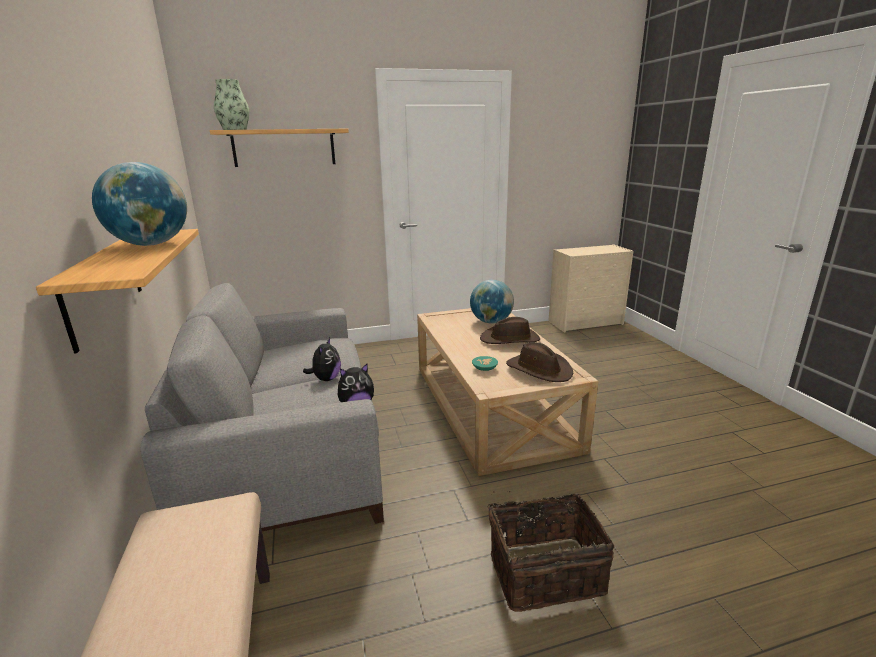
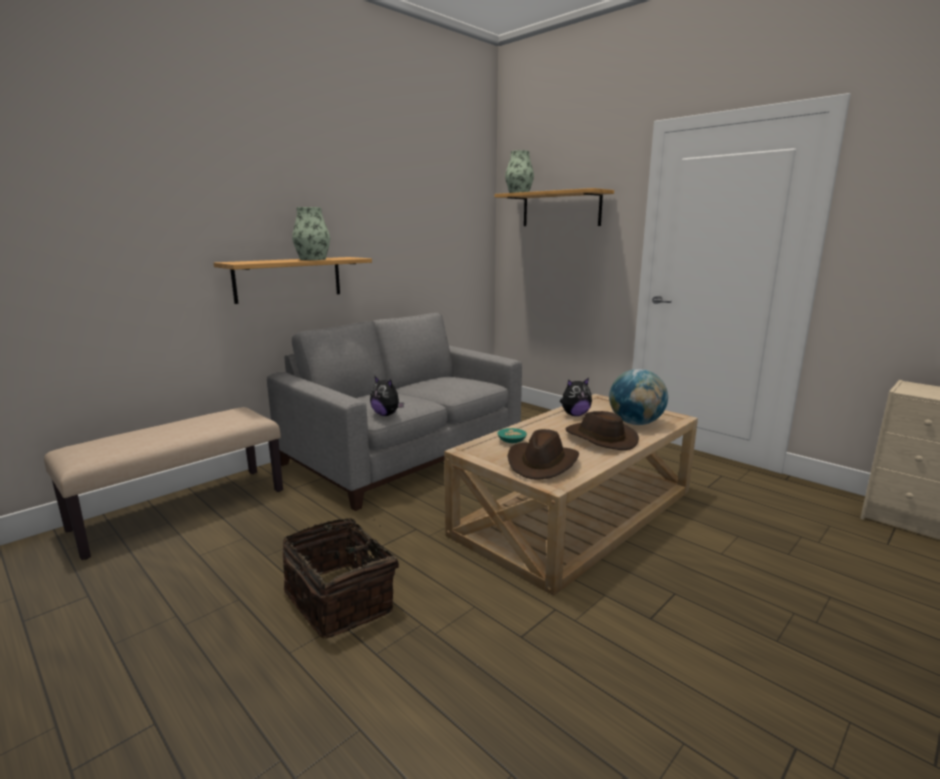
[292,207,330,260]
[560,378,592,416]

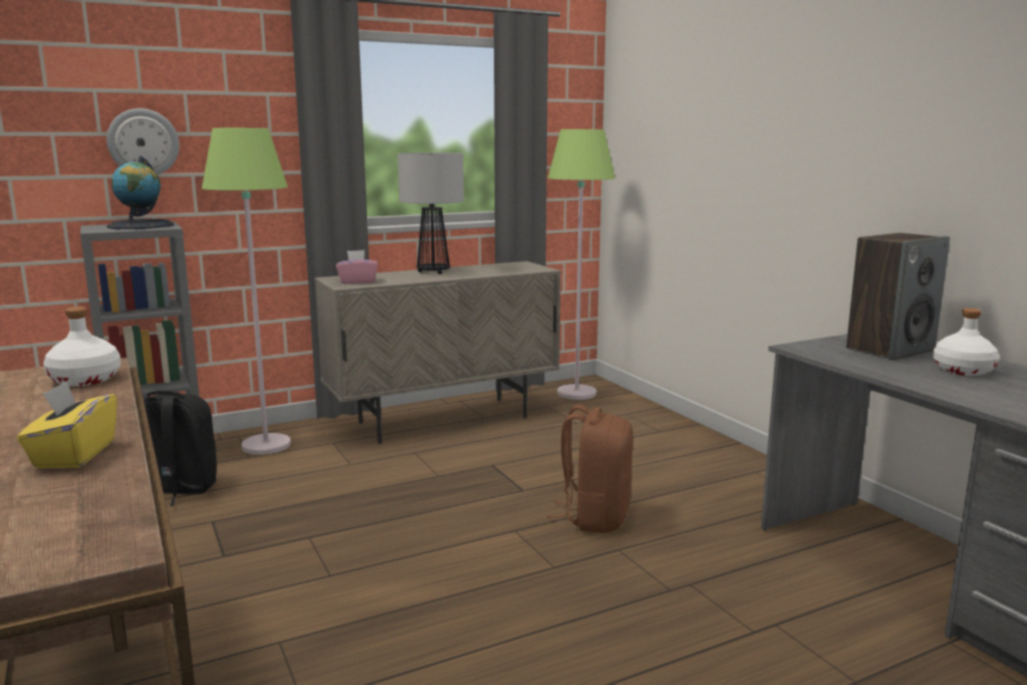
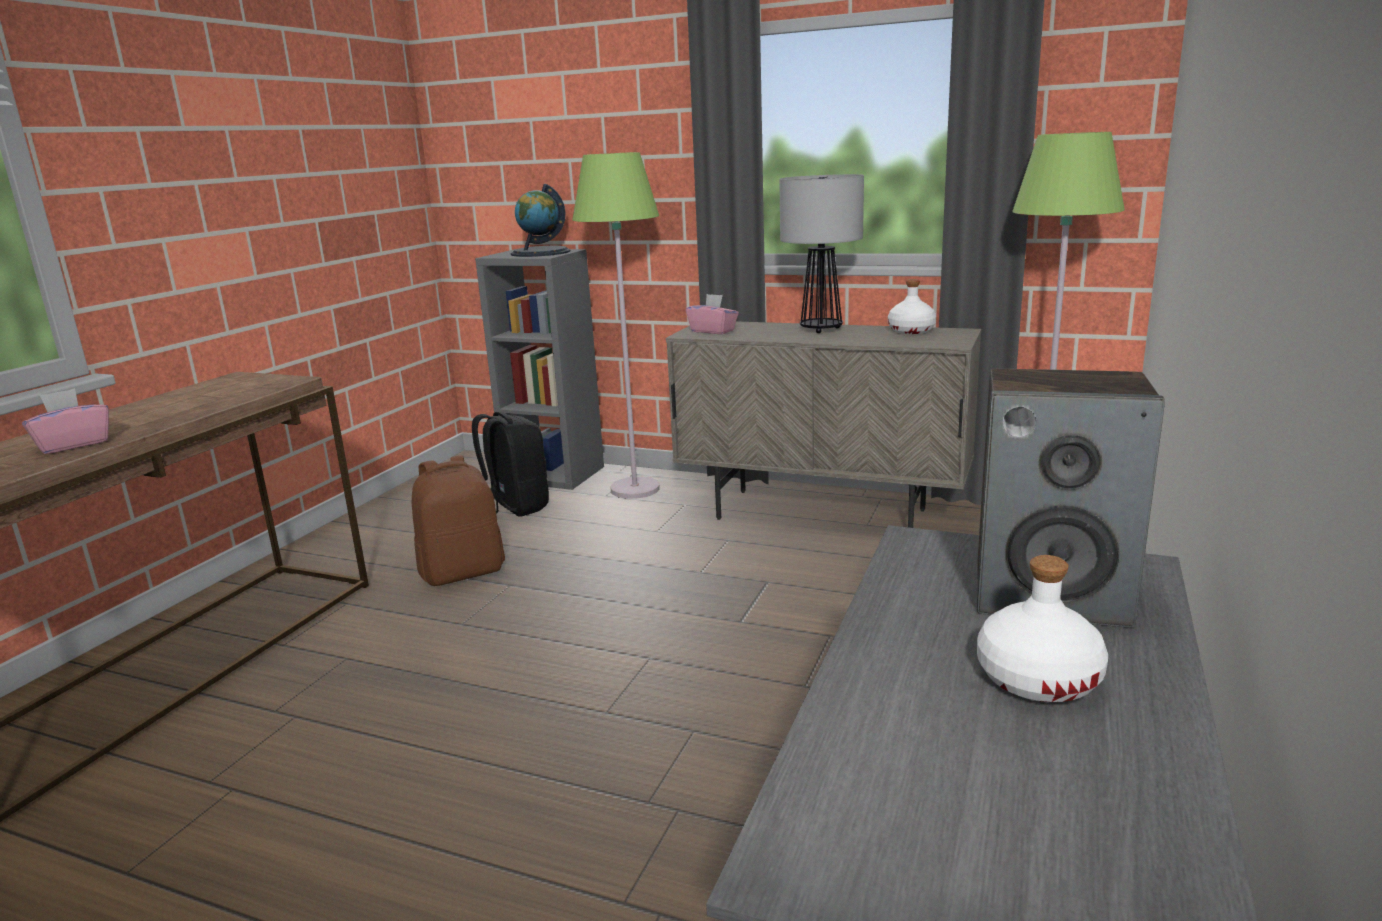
[22,388,109,454]
[888,279,936,334]
[107,108,179,175] (first image)
[412,455,505,586]

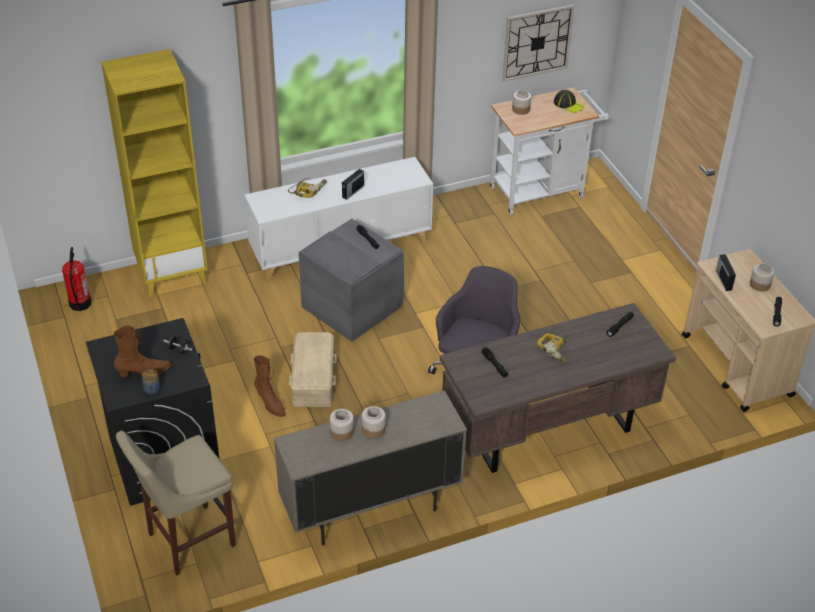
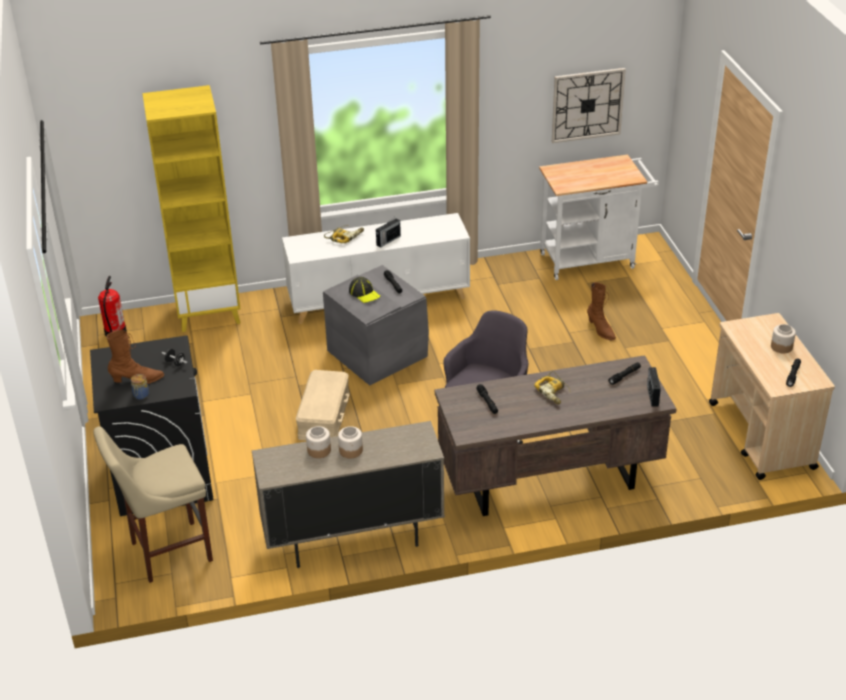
[587,282,616,341]
[512,90,531,115] (first image)
[349,277,380,303]
[647,367,661,407]

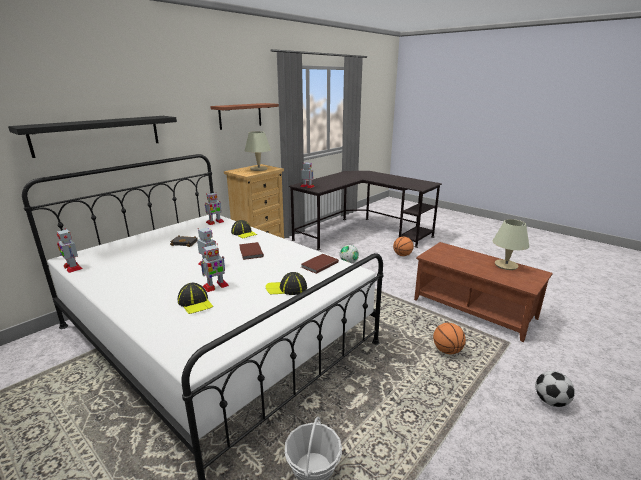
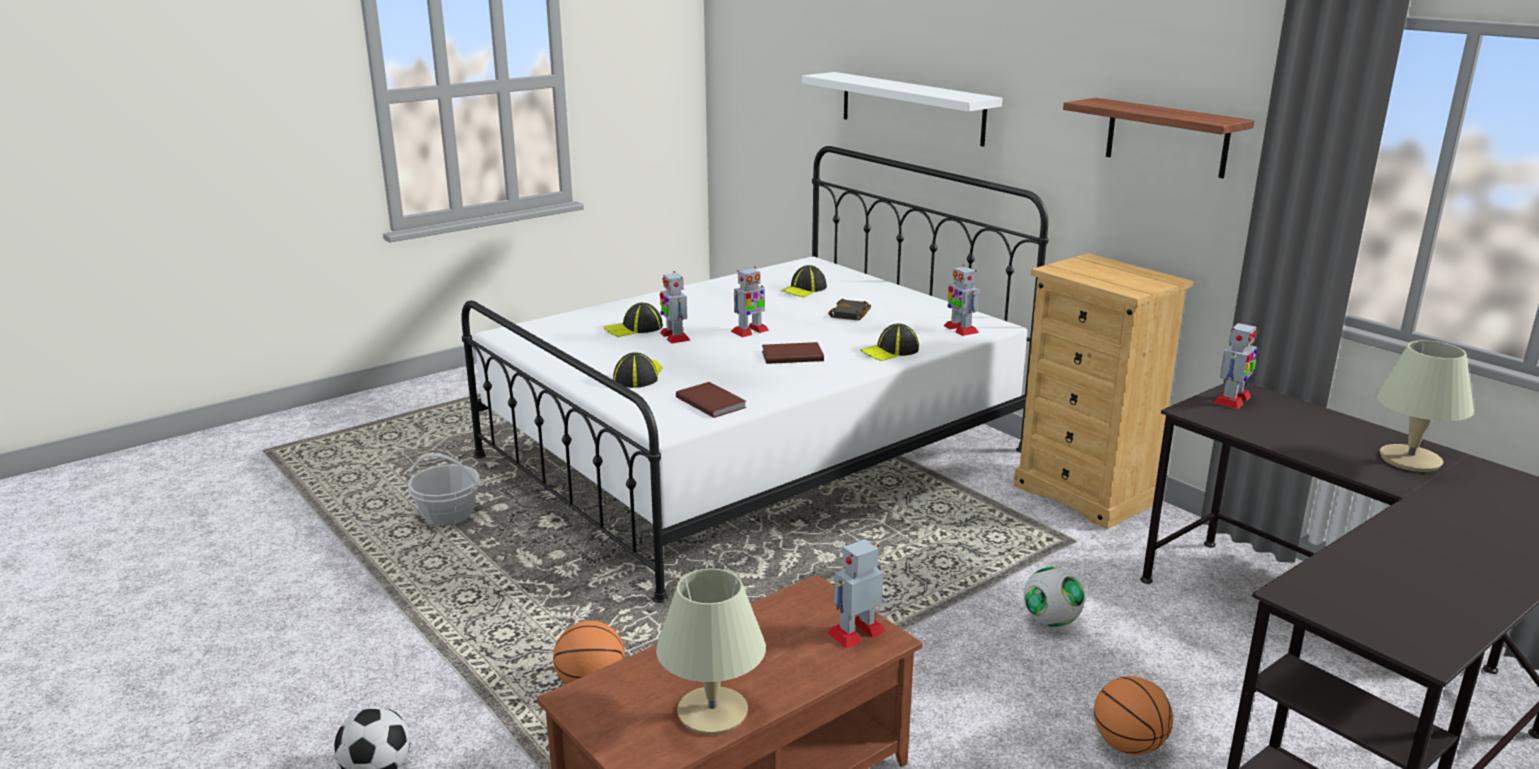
[802,72,1003,147]
[827,539,886,648]
[1376,340,1474,472]
[781,265,827,298]

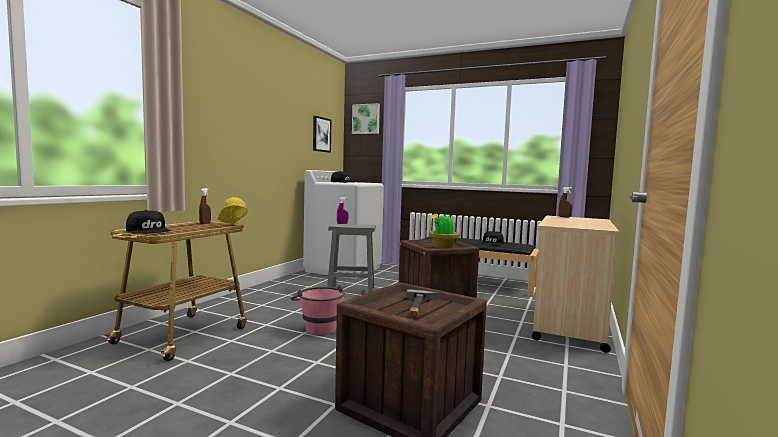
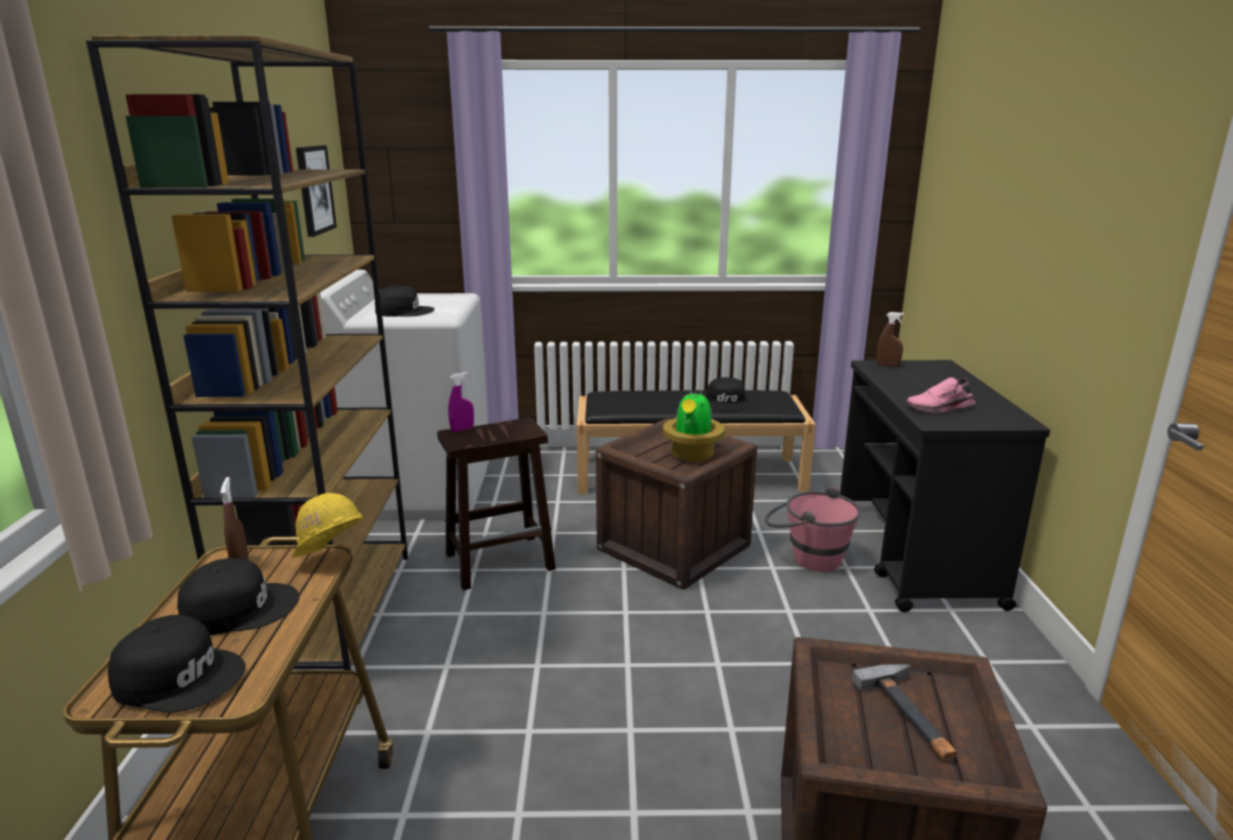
[765,485,861,572]
[437,417,556,590]
[352,103,380,134] (first image)
[840,360,1050,612]
[86,35,408,670]
[177,558,299,635]
[907,377,975,413]

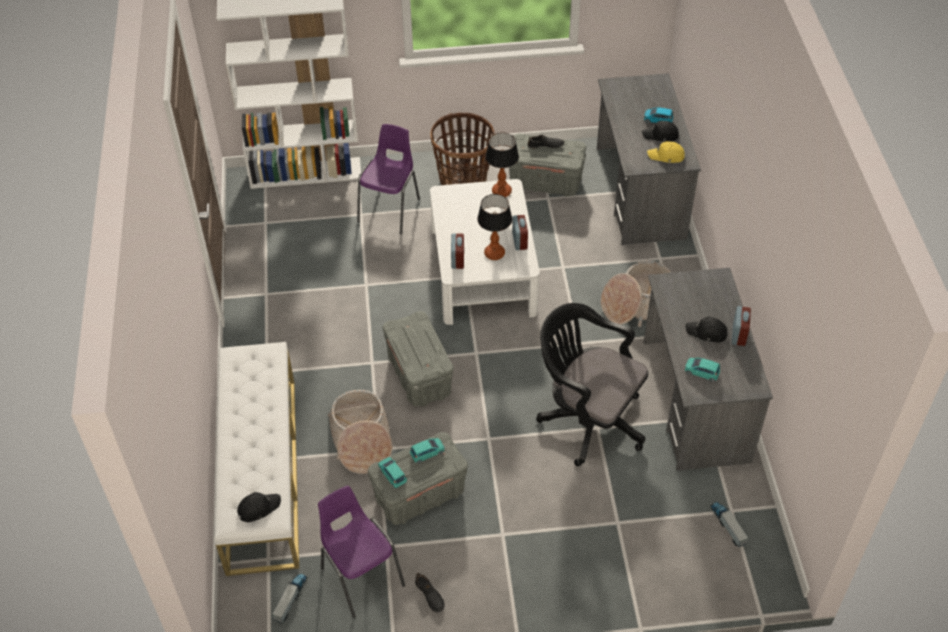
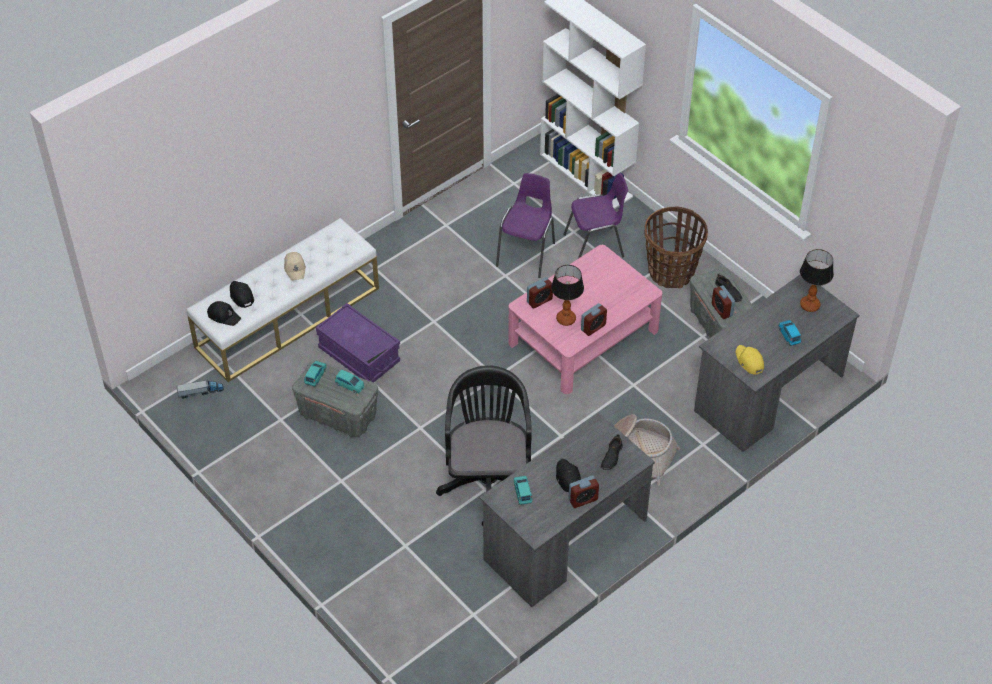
[496,173,555,278]
[316,303,400,382]
[383,311,454,407] (first image)
[601,434,623,470]
[508,245,662,394]
[800,249,834,312]
[230,281,254,308]
[710,502,749,548] (first image)
[284,252,306,281]
[712,285,735,319]

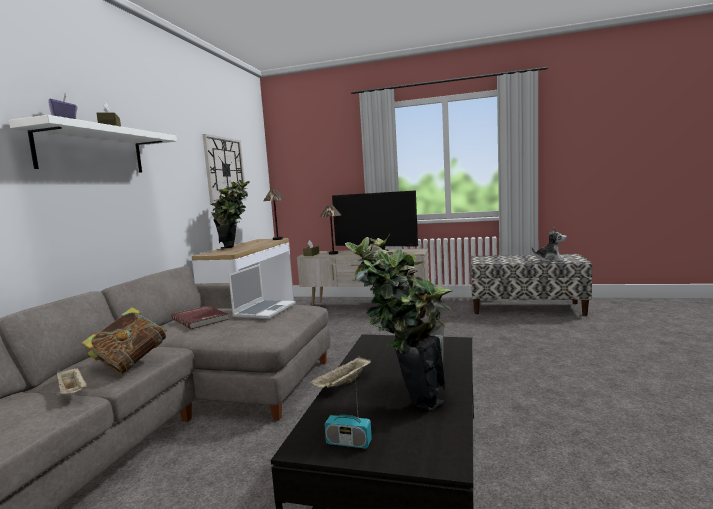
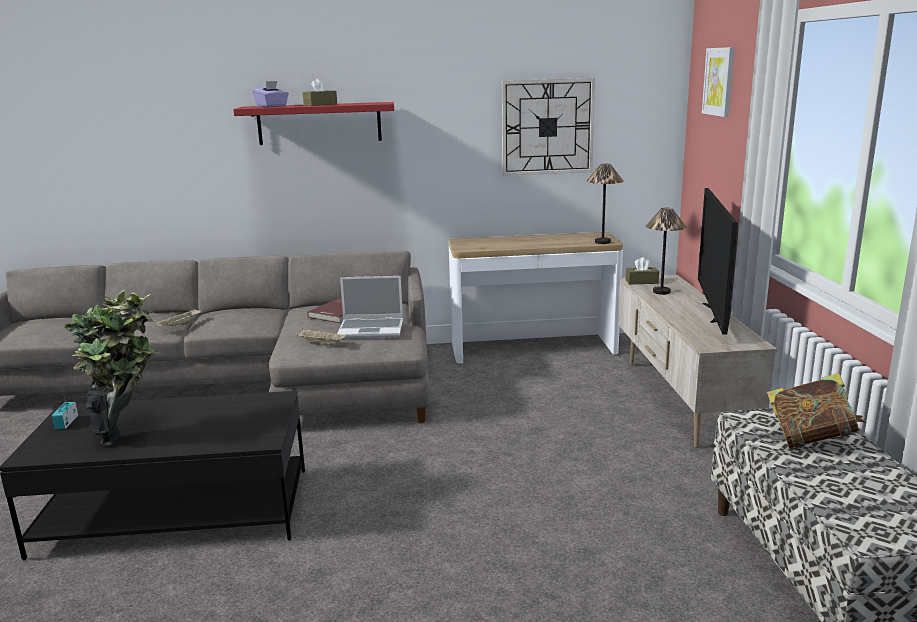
[233,102,394,145]
[767,373,865,448]
[210,180,250,249] (first image)
[296,329,347,346]
[532,227,567,262] (first image)
[702,47,735,117]

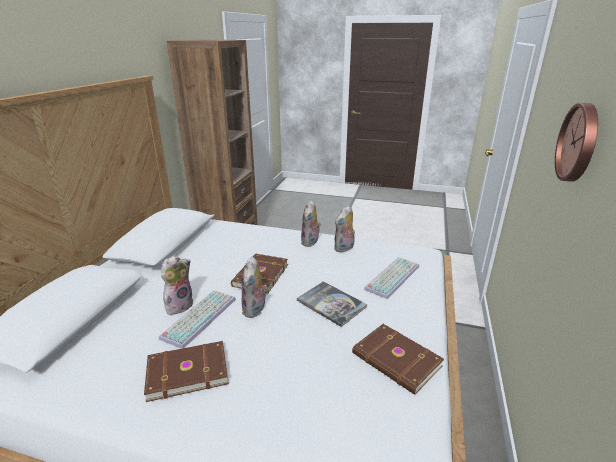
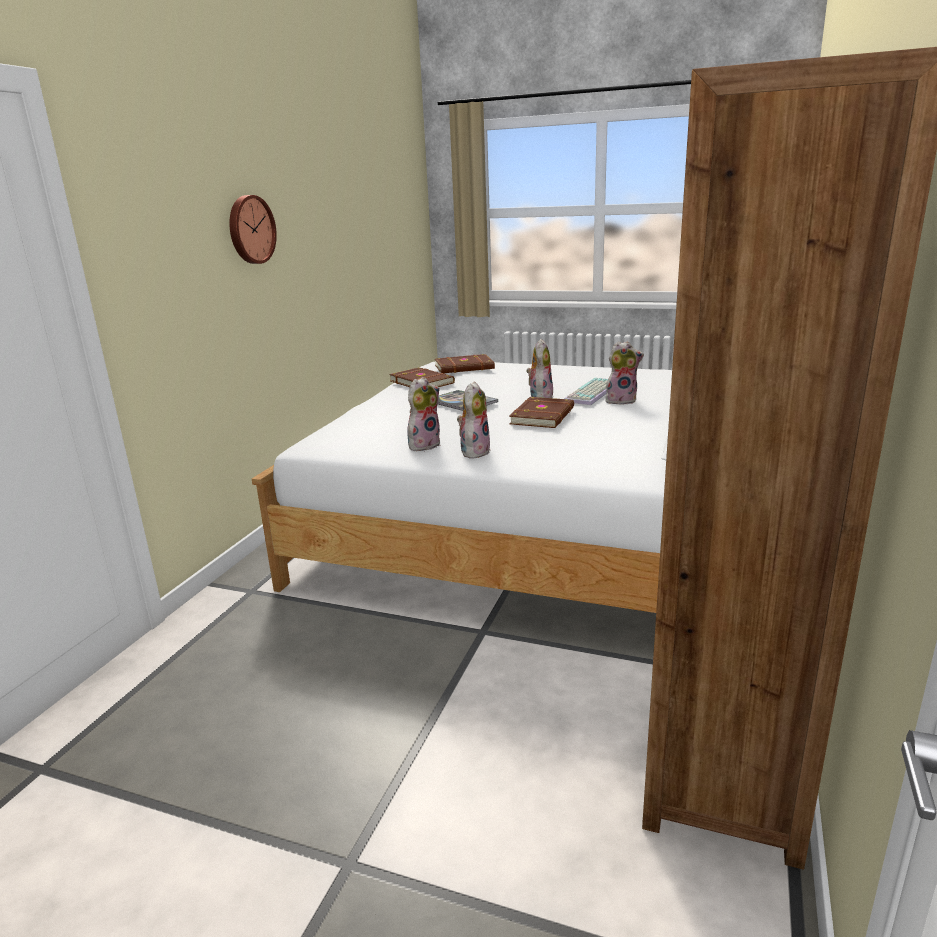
[435,354,495,373]
[606,342,644,405]
[364,257,419,299] (first image)

